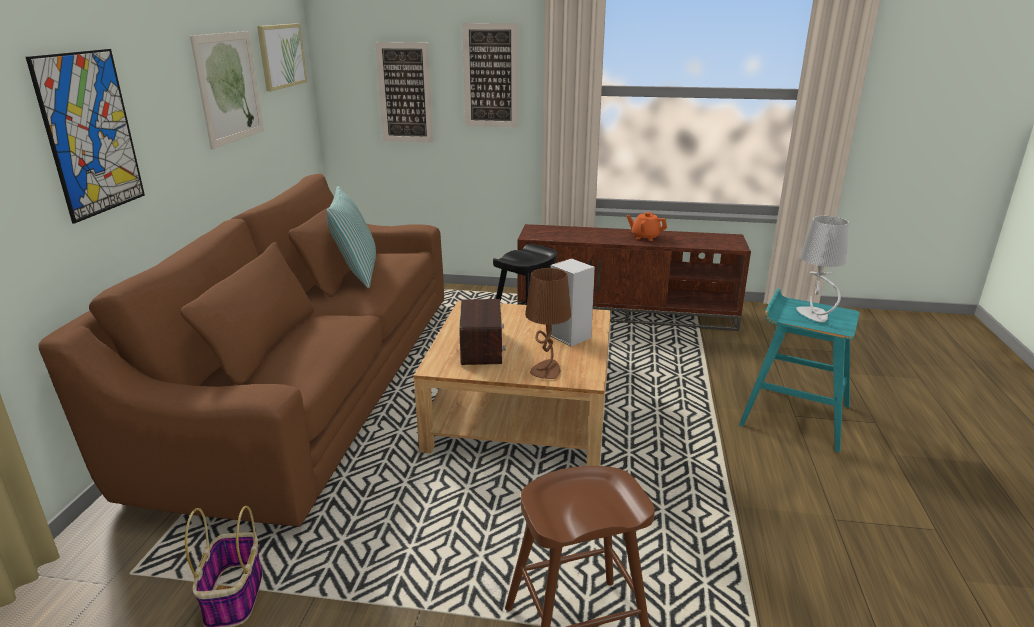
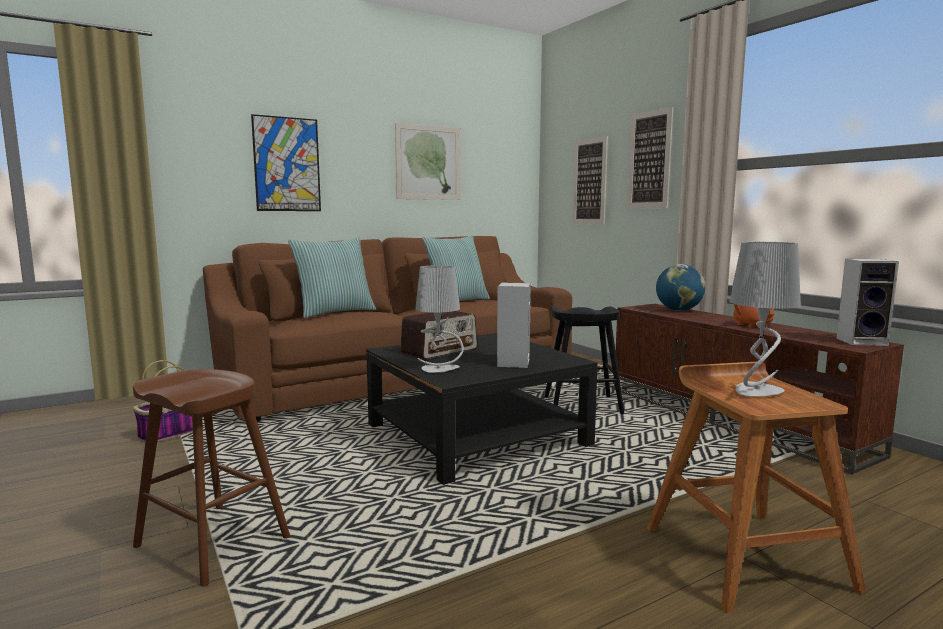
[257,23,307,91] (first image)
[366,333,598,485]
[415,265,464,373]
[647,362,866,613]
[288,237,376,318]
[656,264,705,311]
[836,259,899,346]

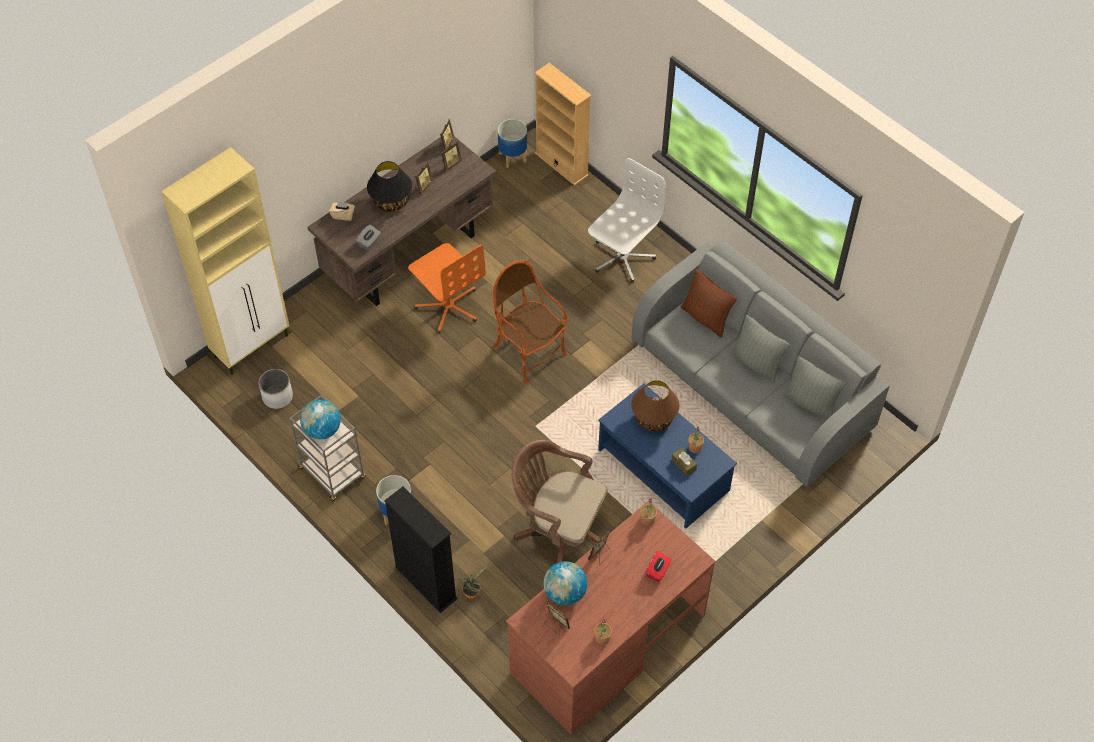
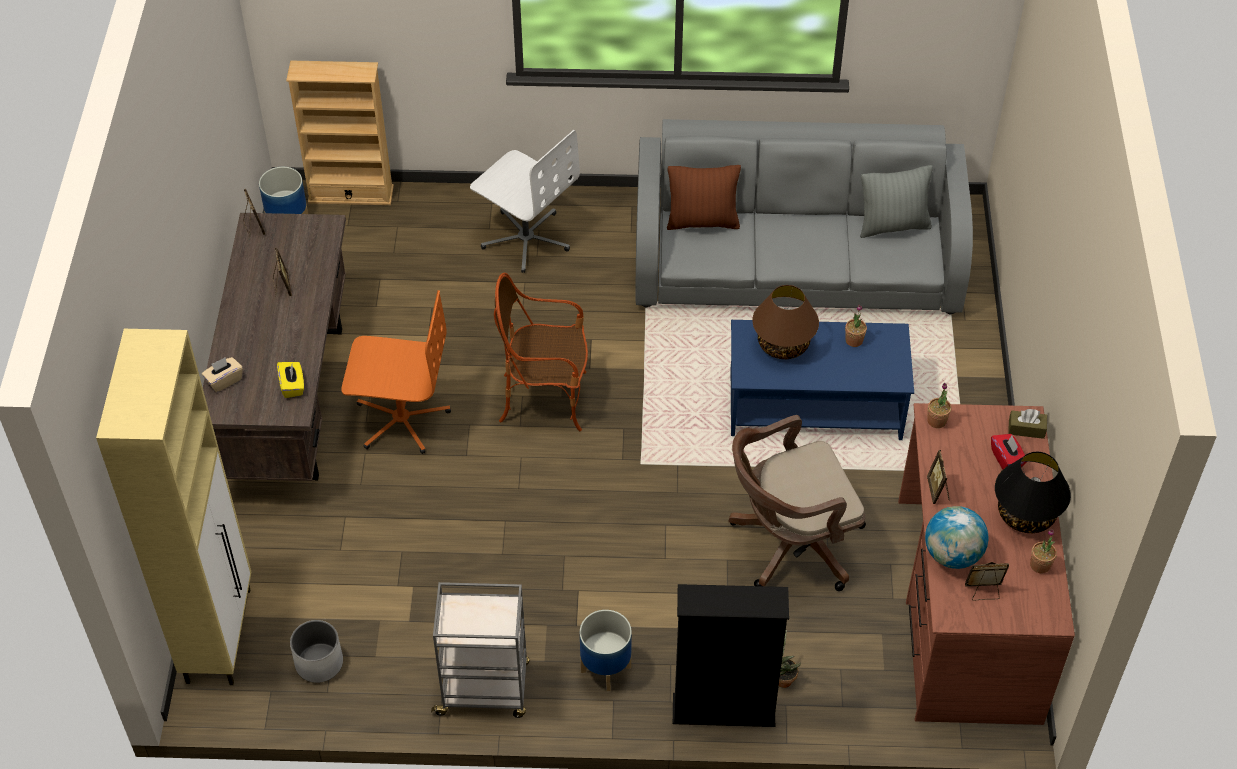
[300,399,341,439] (first image)
[277,362,304,398]
[995,452,1071,533]
[441,141,462,172] (first image)
[470,130,580,273]
[1008,409,1047,439]
[731,315,790,383] (first image)

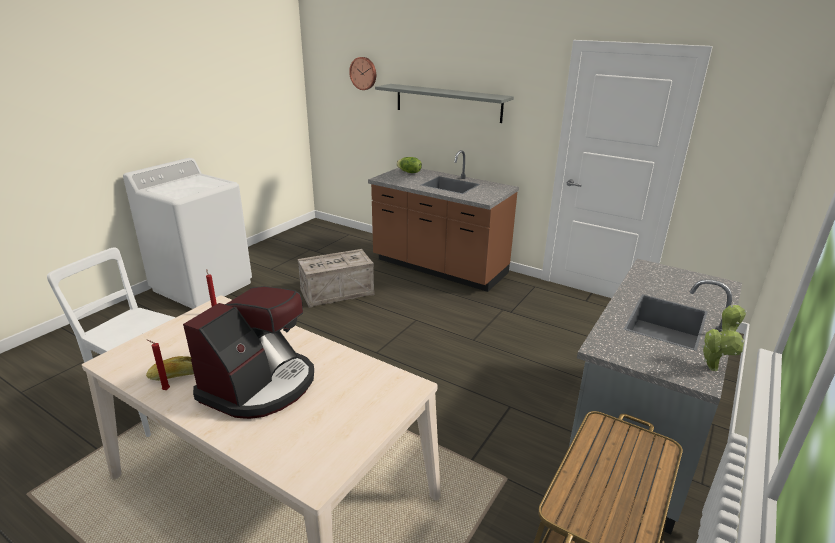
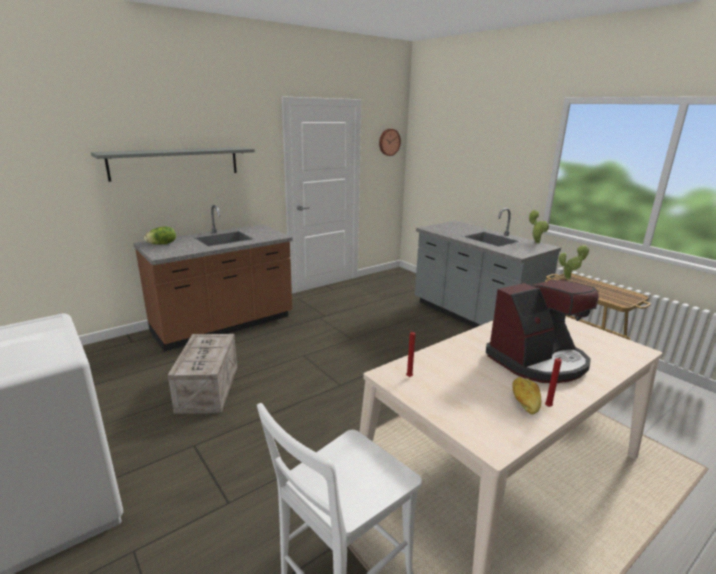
[486,280,599,383]
[379,129,401,156]
[559,245,589,280]

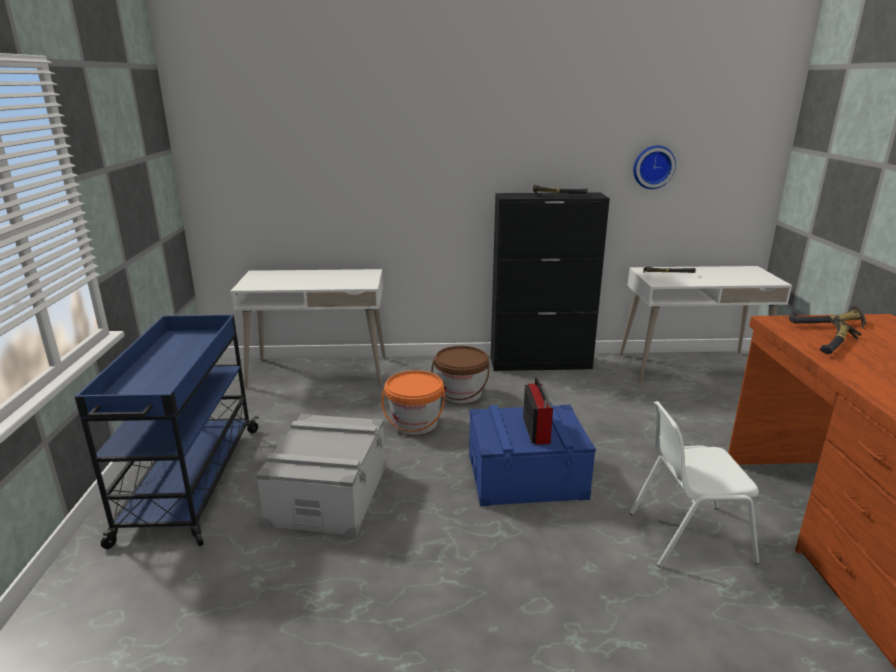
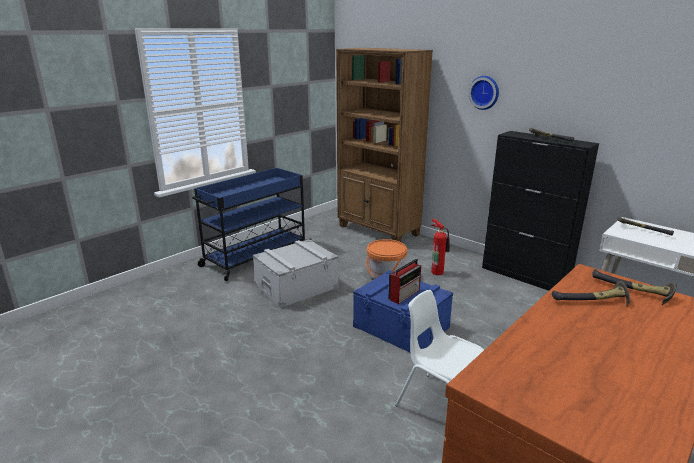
[336,48,433,242]
[431,219,450,275]
[469,76,499,110]

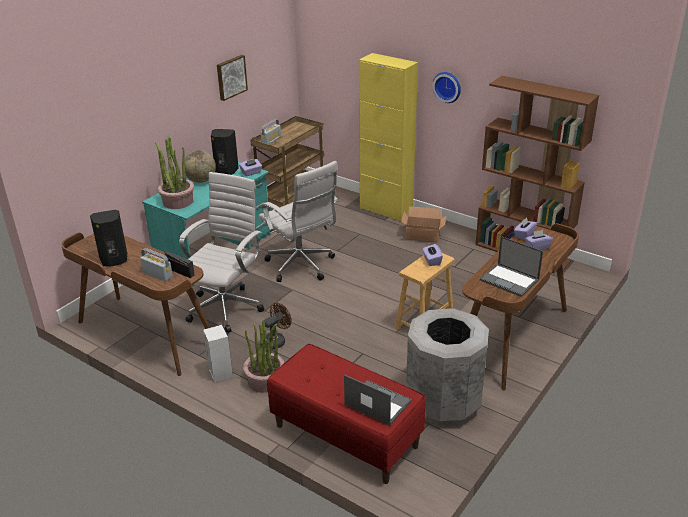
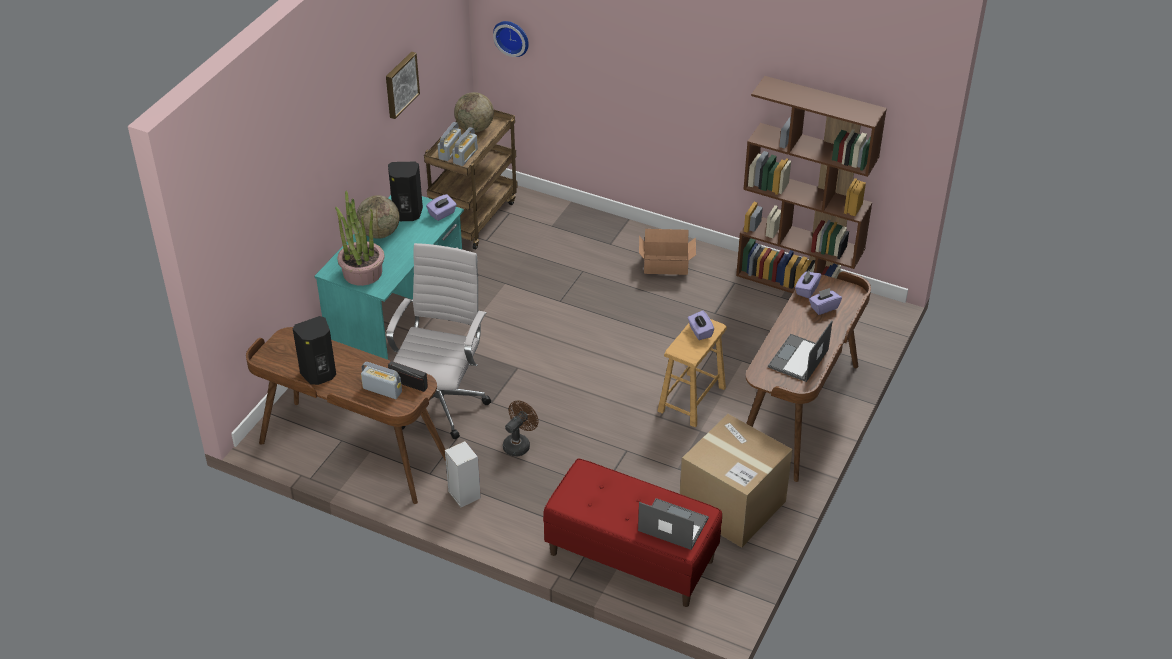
[243,321,284,392] (first image)
[259,161,339,282] (first image)
[359,53,418,222] (first image)
[680,414,793,548]
[493,21,529,57]
[768,320,833,382]
[452,127,478,166]
[454,92,494,132]

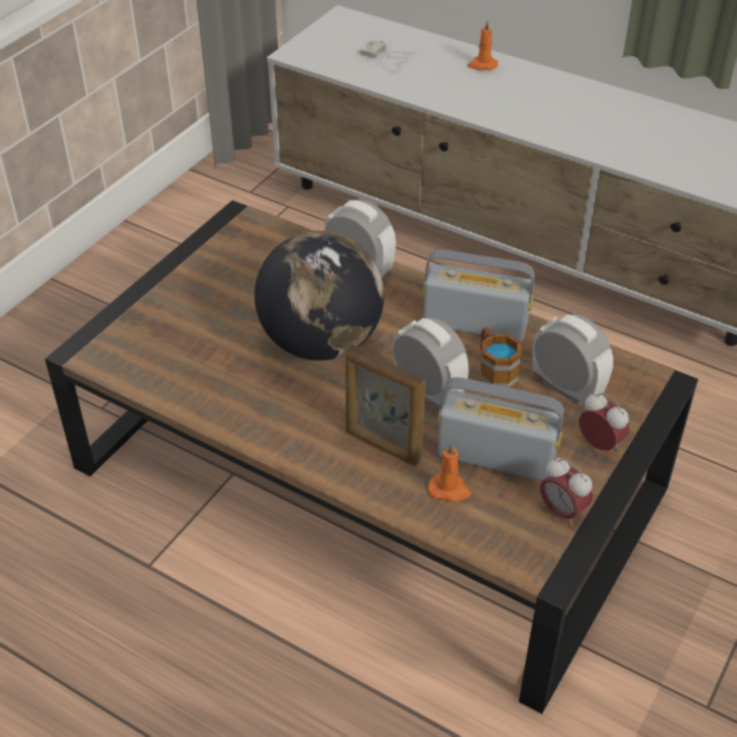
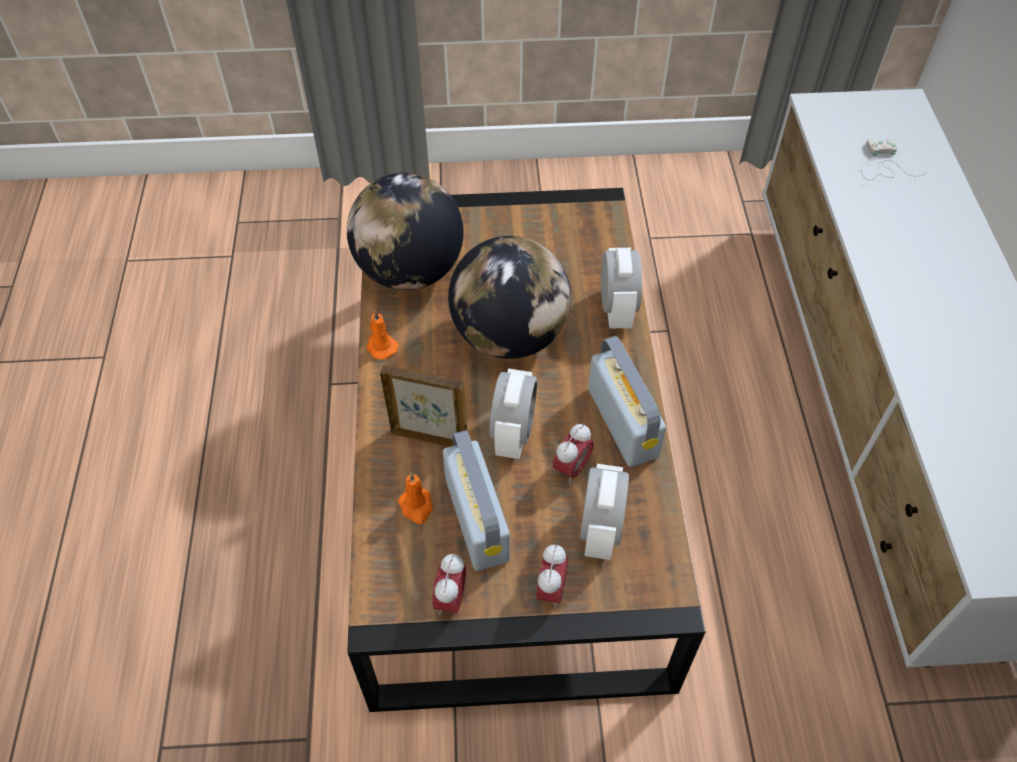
[380,365,467,447]
[366,310,398,360]
[553,424,593,483]
[347,173,464,290]

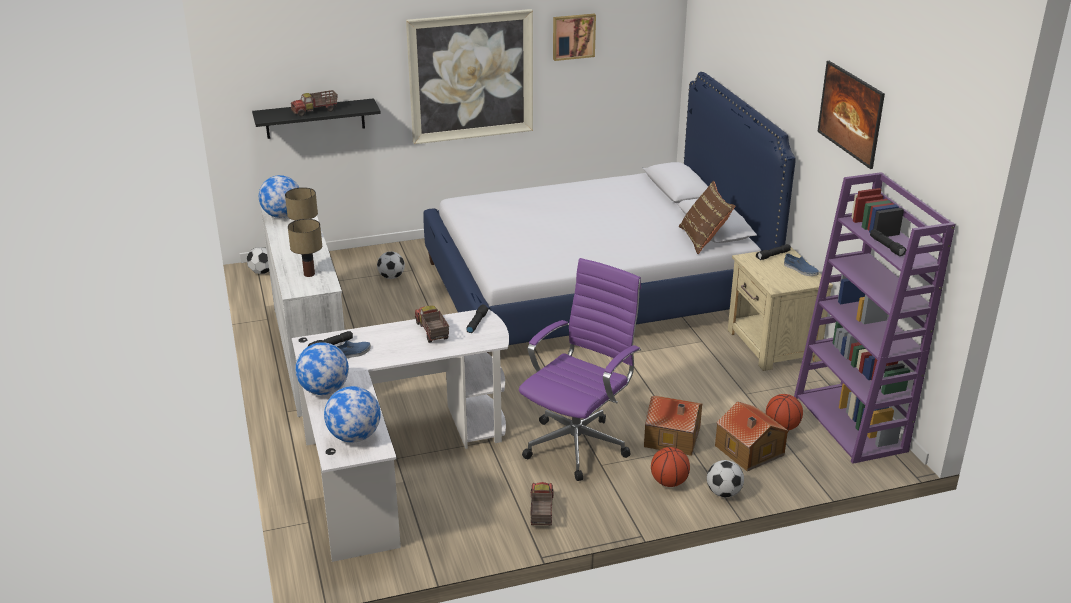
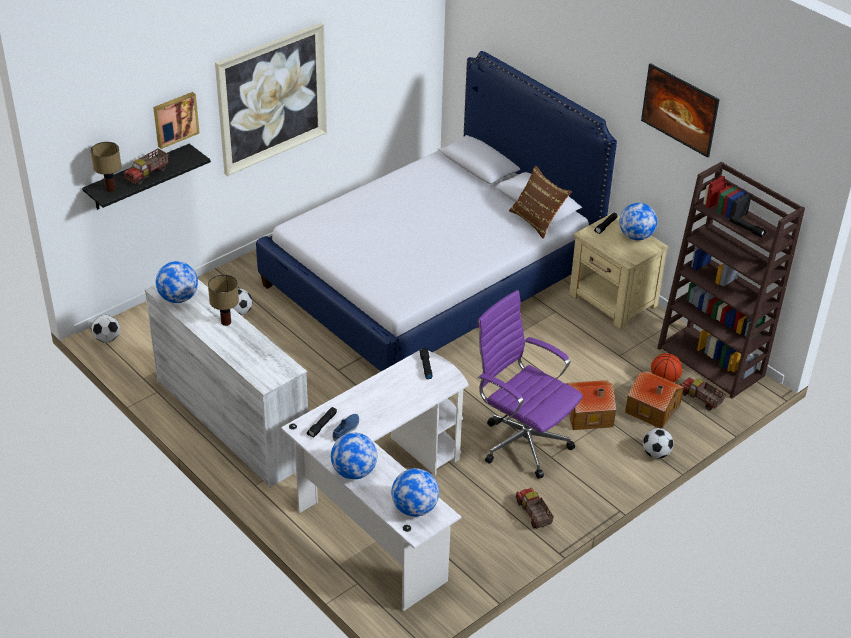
[91,142,121,192]
[680,377,726,410]
[476,290,583,479]
[153,92,200,149]
[651,447,690,487] (first image)
[619,203,657,240]
[657,162,805,399]

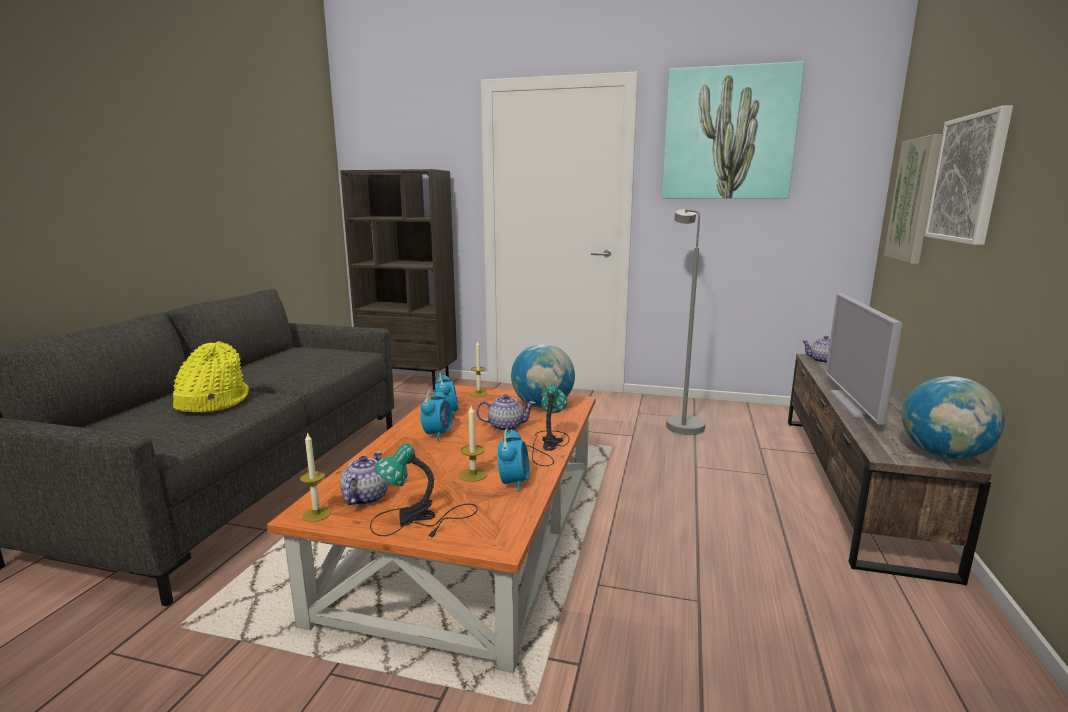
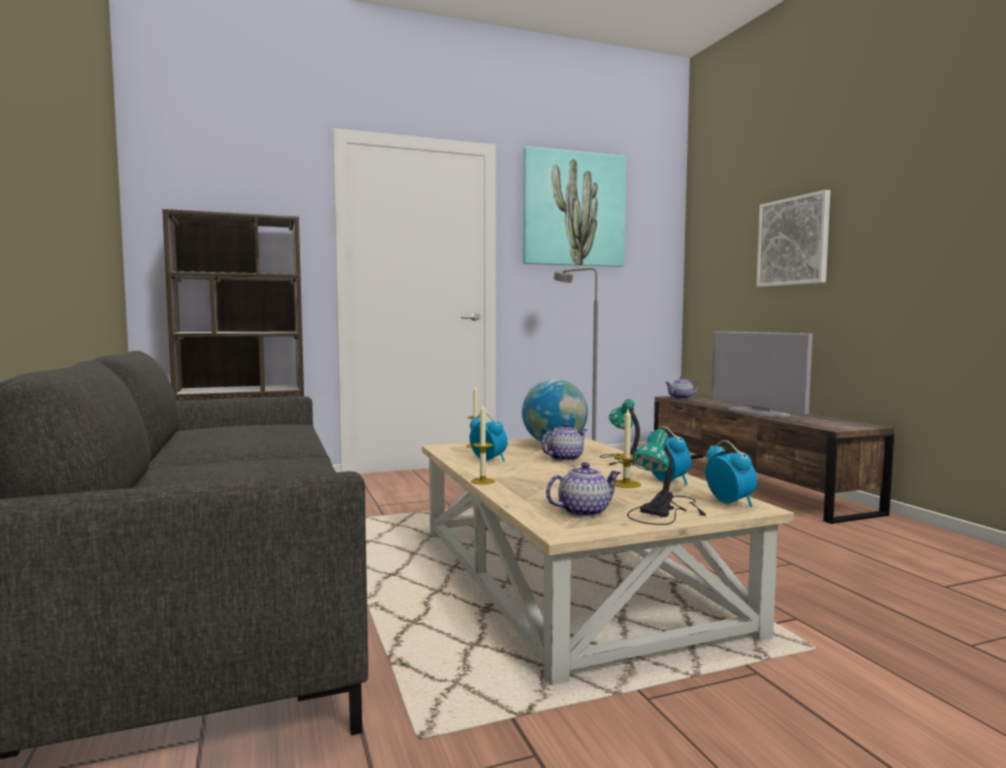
[173,341,249,412] (first image)
[422,437,794,685]
[471,404,495,485]
[546,462,621,517]
[705,440,757,507]
[884,134,942,264] (first image)
[902,376,1005,460] (first image)

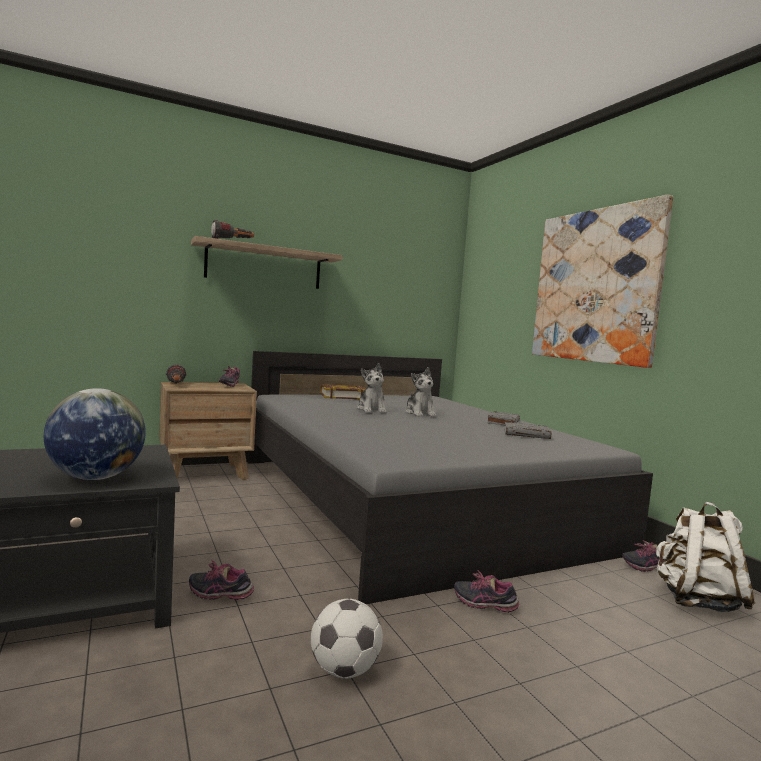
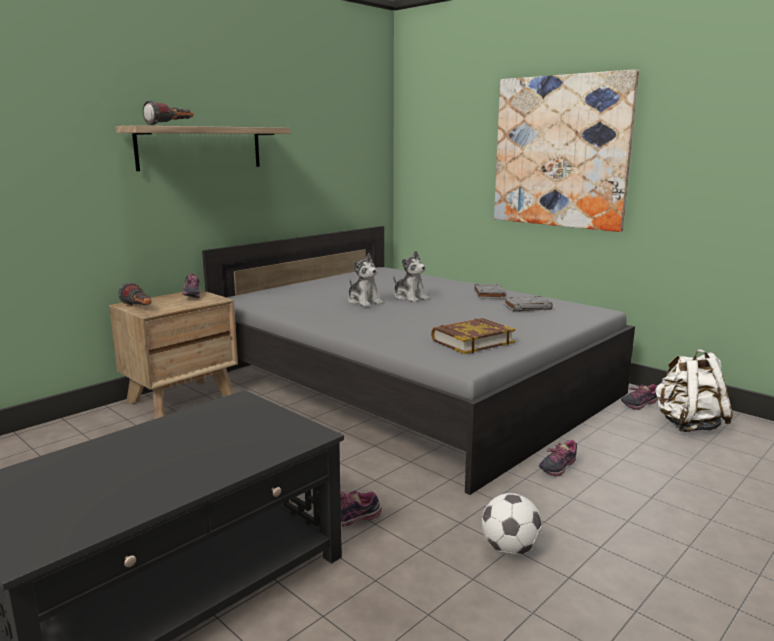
[44,388,146,480] (first image)
[431,318,516,354]
[539,440,577,477]

